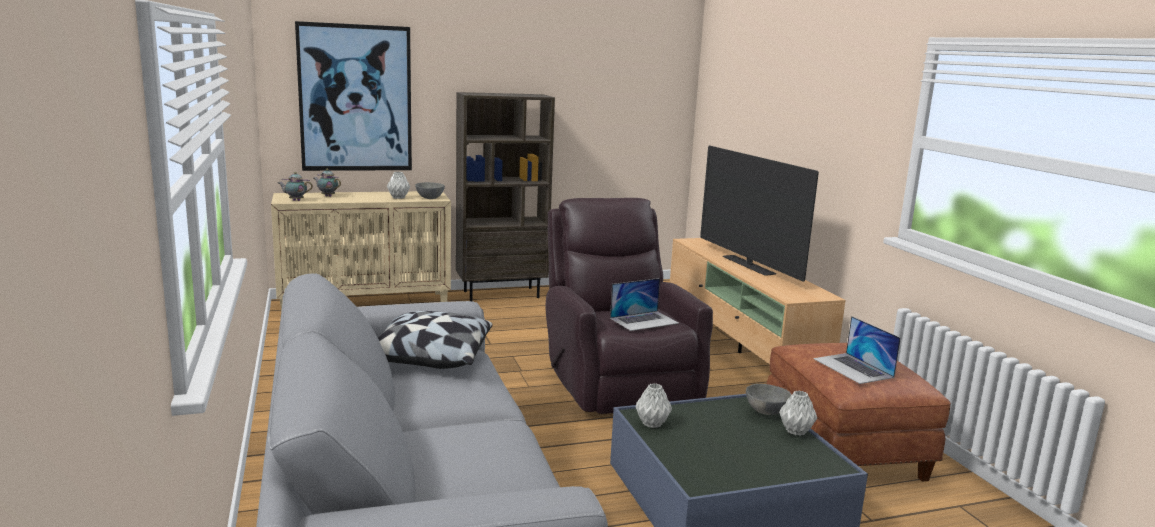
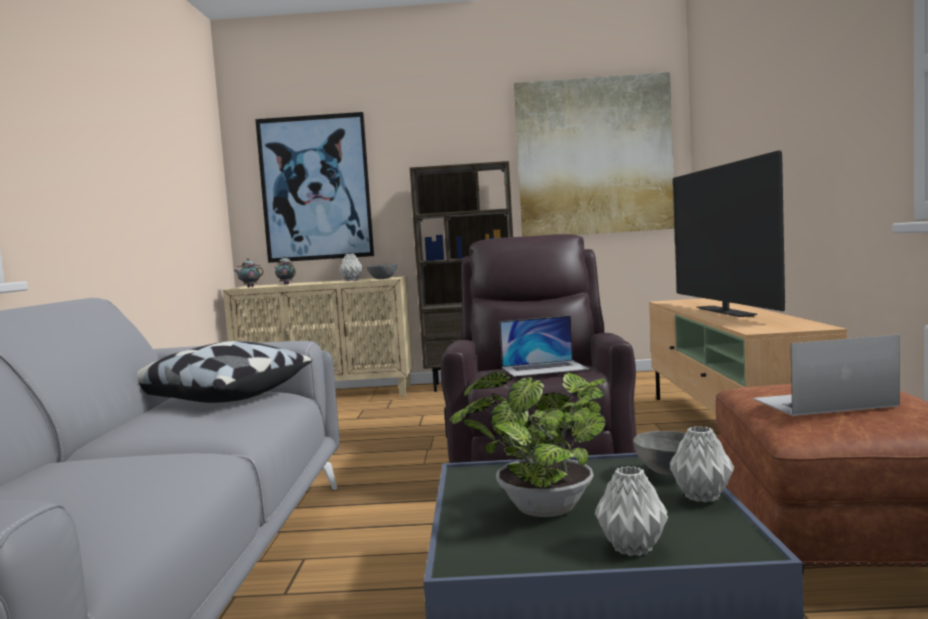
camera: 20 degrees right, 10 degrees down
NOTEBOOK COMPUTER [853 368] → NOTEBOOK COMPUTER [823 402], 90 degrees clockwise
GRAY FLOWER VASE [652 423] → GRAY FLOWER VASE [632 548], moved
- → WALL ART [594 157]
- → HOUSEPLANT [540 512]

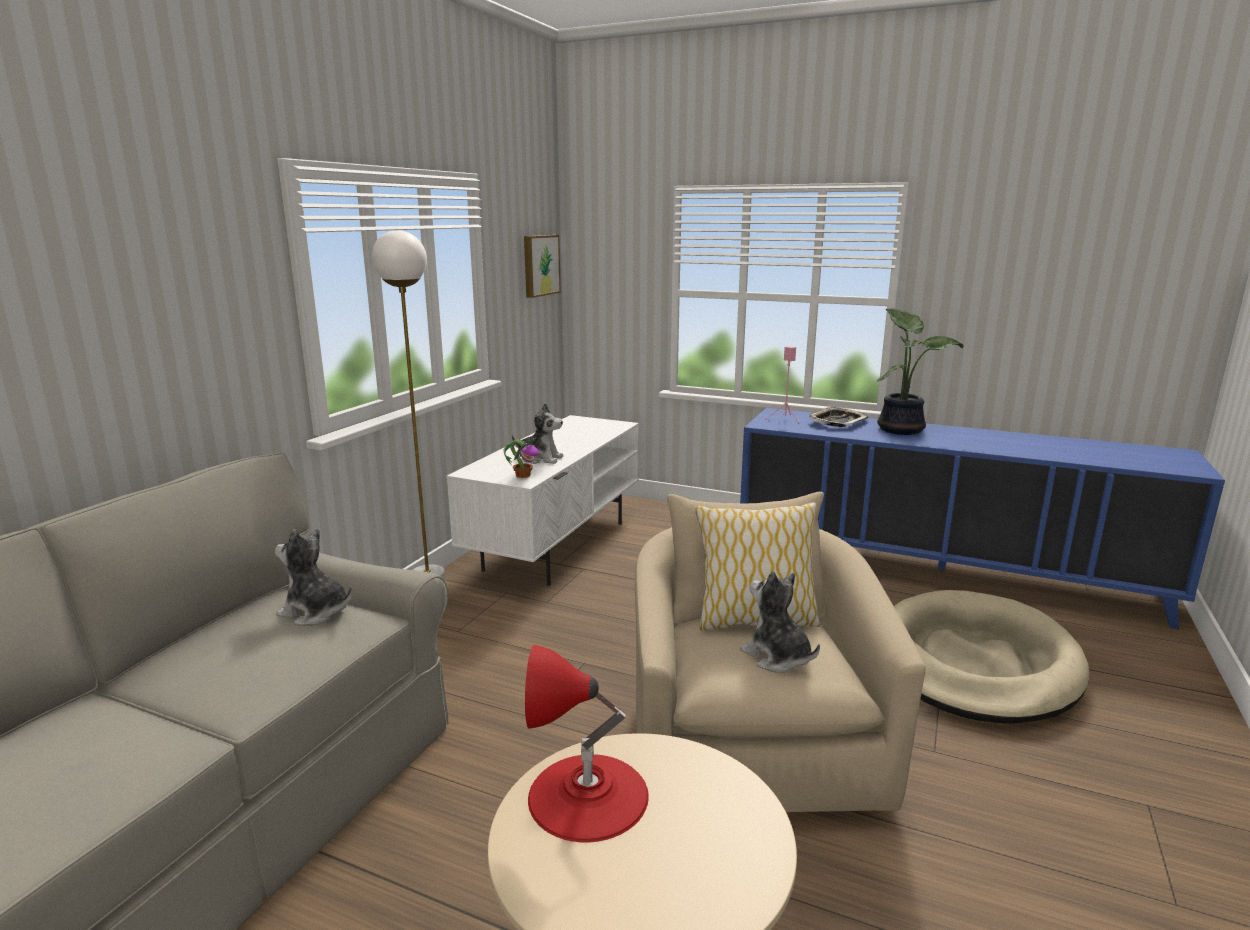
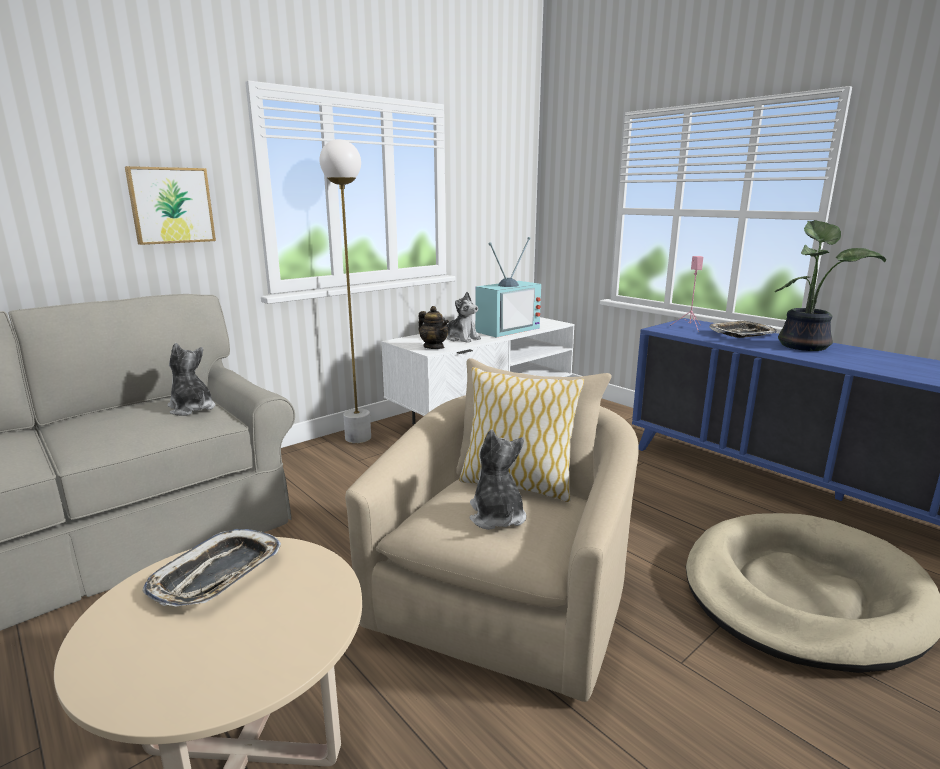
camera: 25 degrees right, 0 degrees up
WALL ART [540 265] → WALL ART [171 205], moved
HOUSEPLANT [523 475] → TEA POT [434 347]
RED LAMP FOR A TABLE [587 796] → TRAY [217 575]
- → TV [506 329]

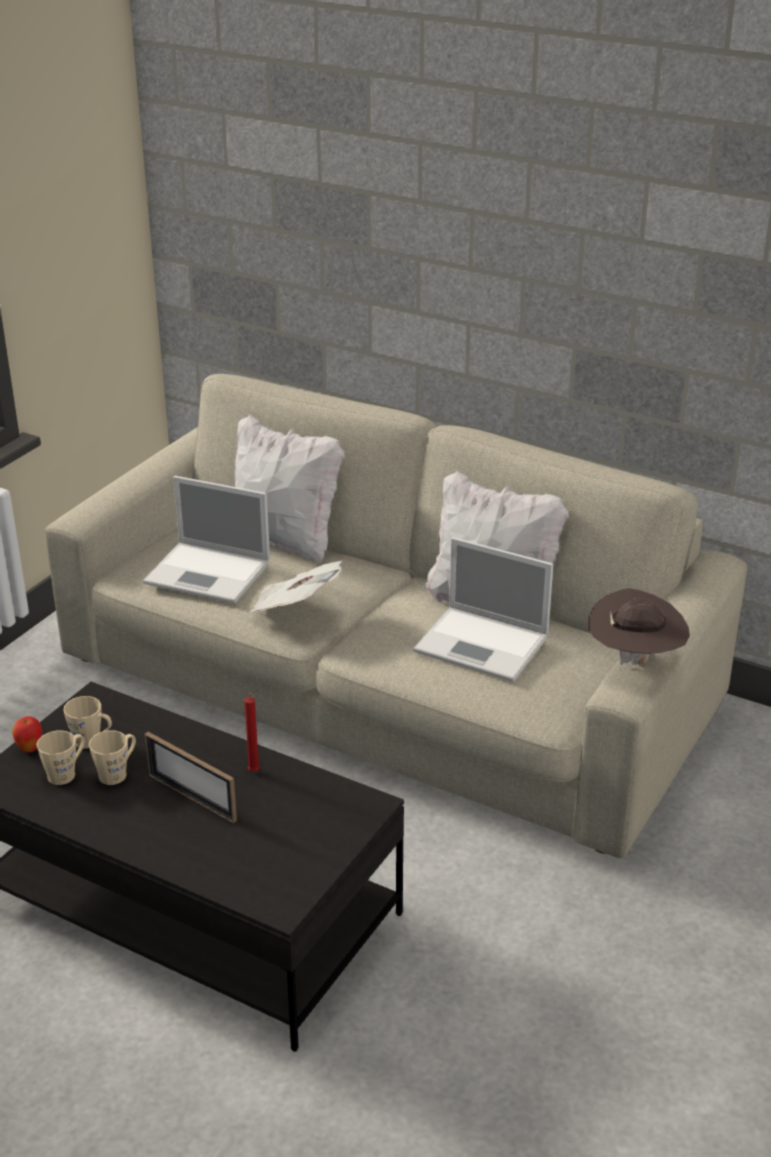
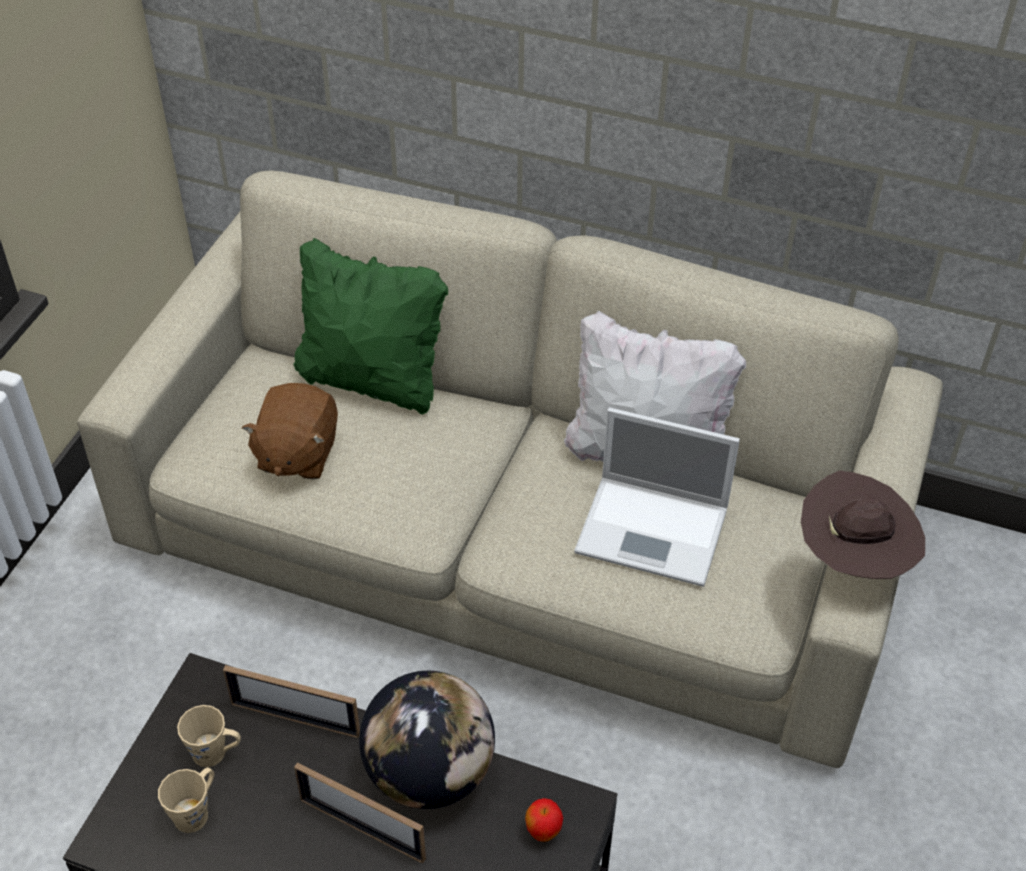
camera: 10 degrees left, 15 degrees up
WHITISH THROW PILLOW [284 540] → GREEN THROW PILLOW [372 381]
NOTEBOOK COMPUTER [210 573] → BROWN-COLOURED SOFT TOY [296 454]
NEWSPAPER [296 608] → -
RED WAX CANDLE [256 771] → DESK GLOBE [430 773]
WHOLE APPLE [30 749] → WHOLE APPLE [543 832], moved
SAND-COLOURED TEA MUG [117 773] → -
- → PICTURE FRAME [295 718]

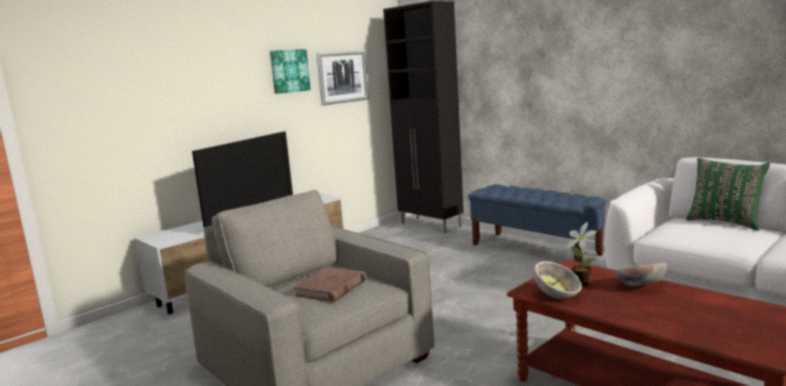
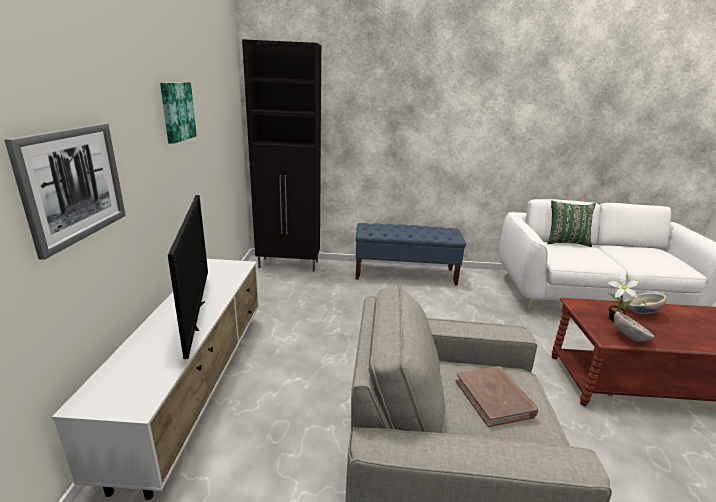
camera: 45 degrees left, 10 degrees up
WALL ART [342 77] → WALL ART [73 184], moved

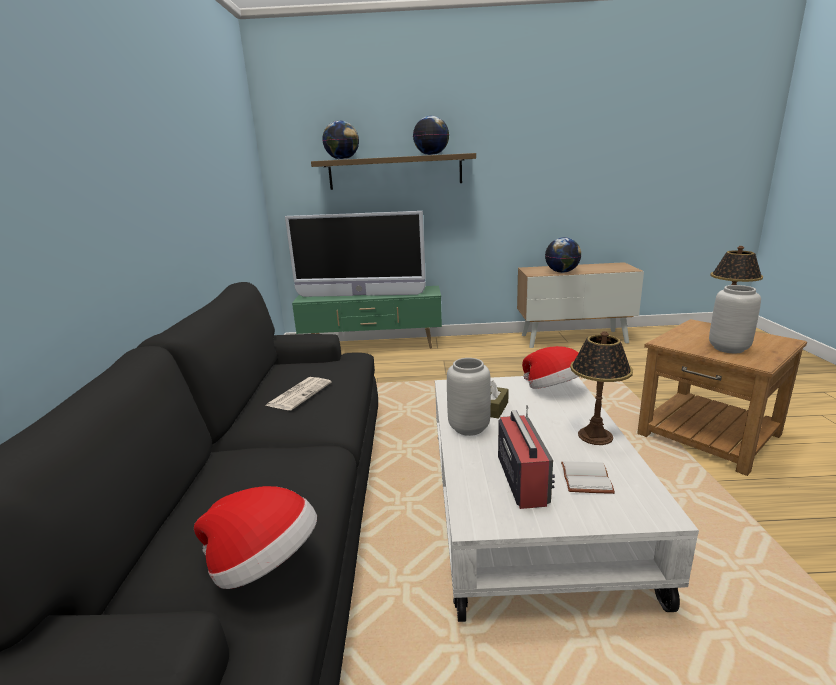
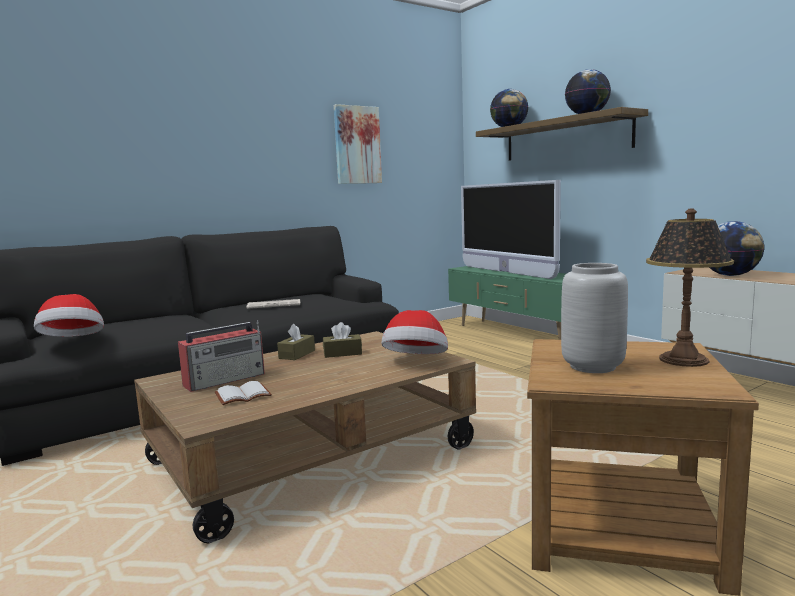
camera: 55 degrees right, 10 degrees down
LAMP FOR A TABLE [594 436] → -
GRAY FLOWER VASE [470 428] → BROWN-COLOURED TISSUE HOLDER [297 354]
WHITISH COFFEE TABLE [526 508] → BROWN-COLOURED COFFEE TABLE [312 455]
- → WALL ART [357 145]

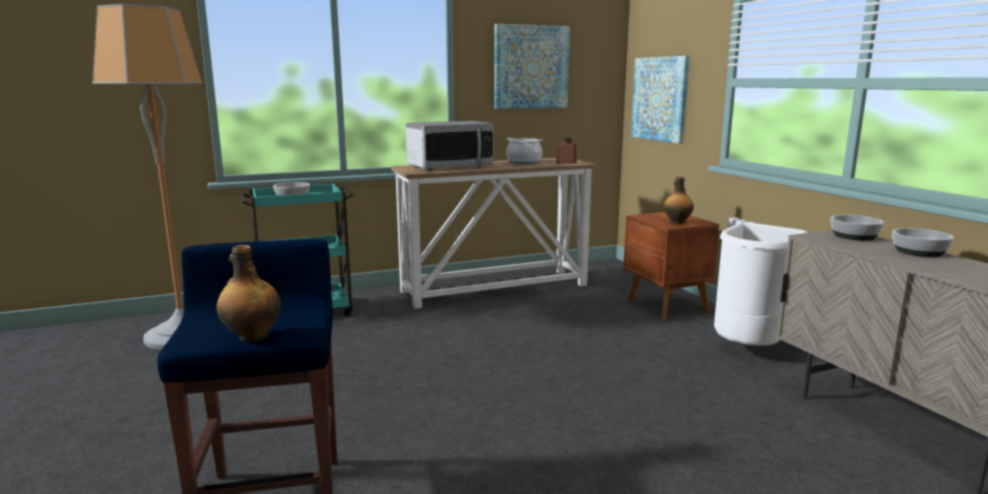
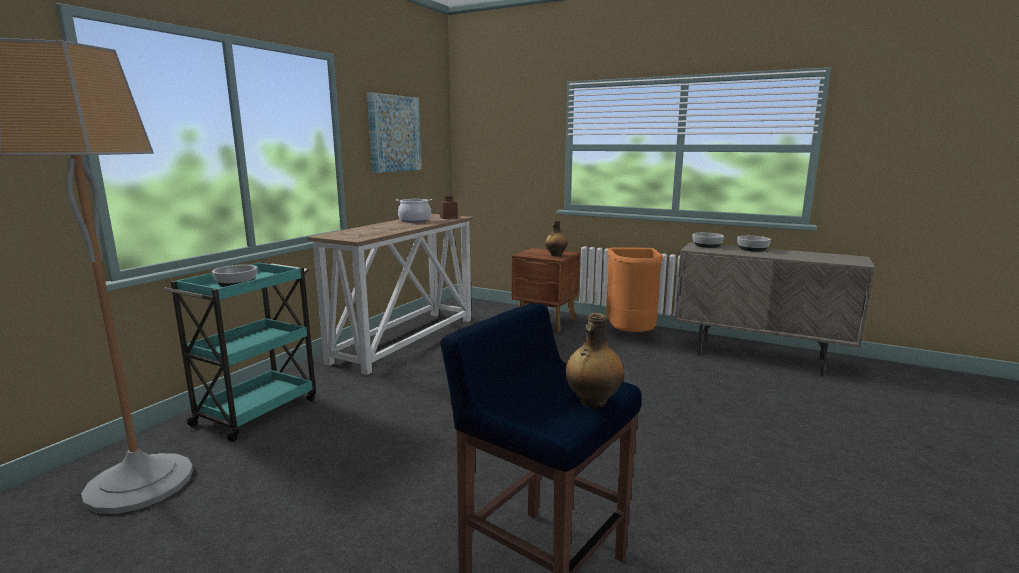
camera: 40 degrees left, 0 degrees up
WALL ART [660 99] → -
MICROWAVE OVEN [450 166] → -
WHITISH RUBBISH BIN [750 348] → ORANGE-COLOURED RUBBISH BIN [631 335]

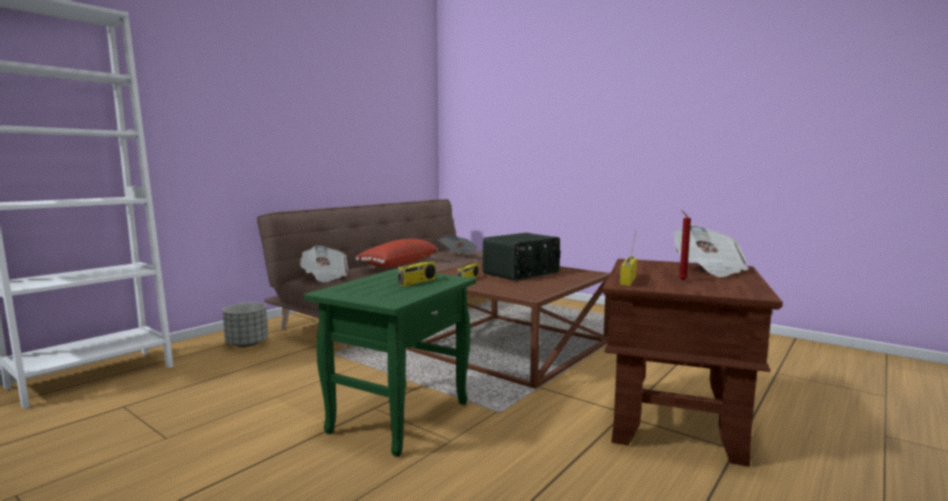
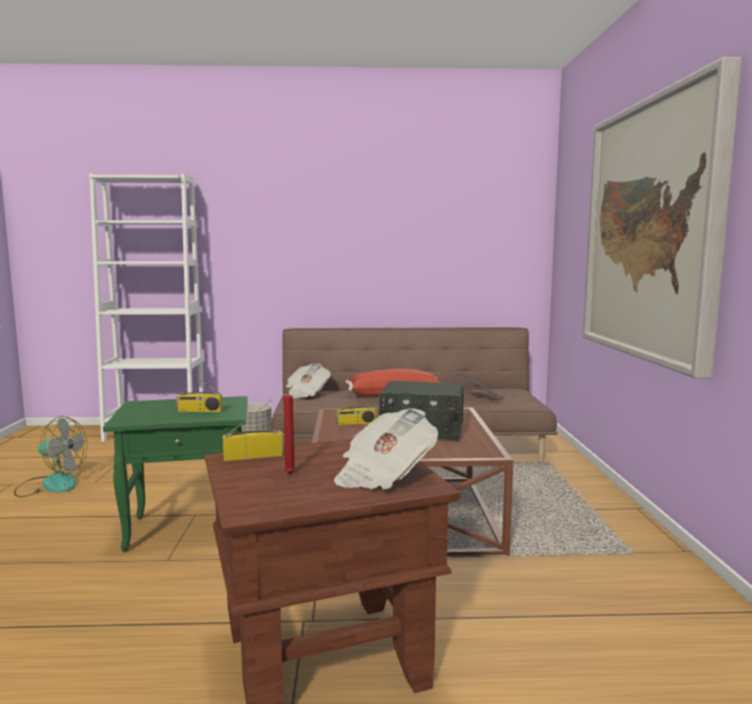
camera: 50 degrees right, 0 degrees up
- → WALL ART [650 230]
- → FAN [51 484]

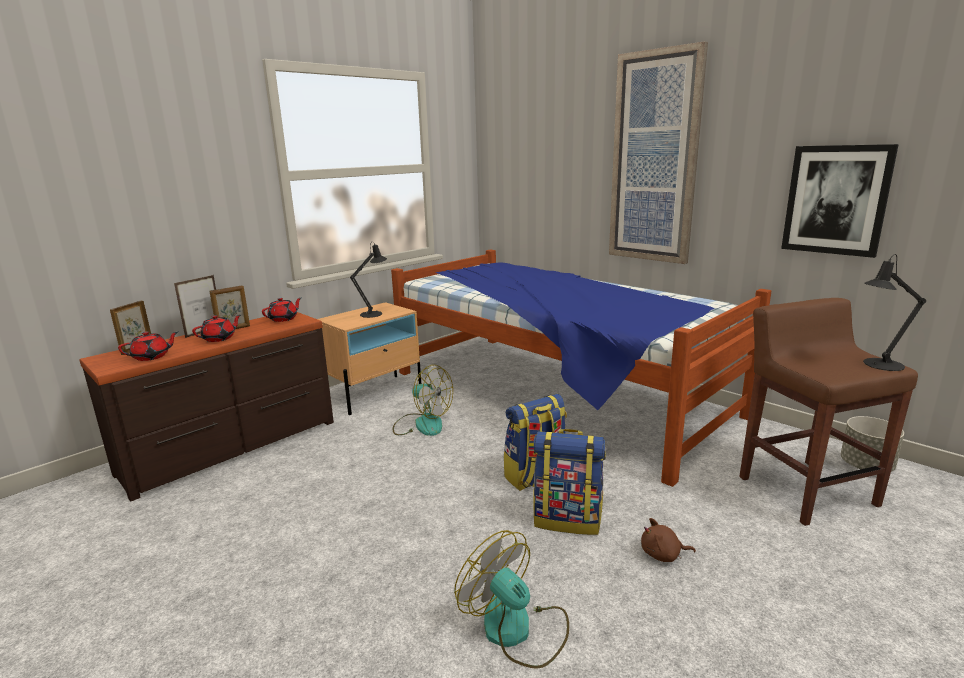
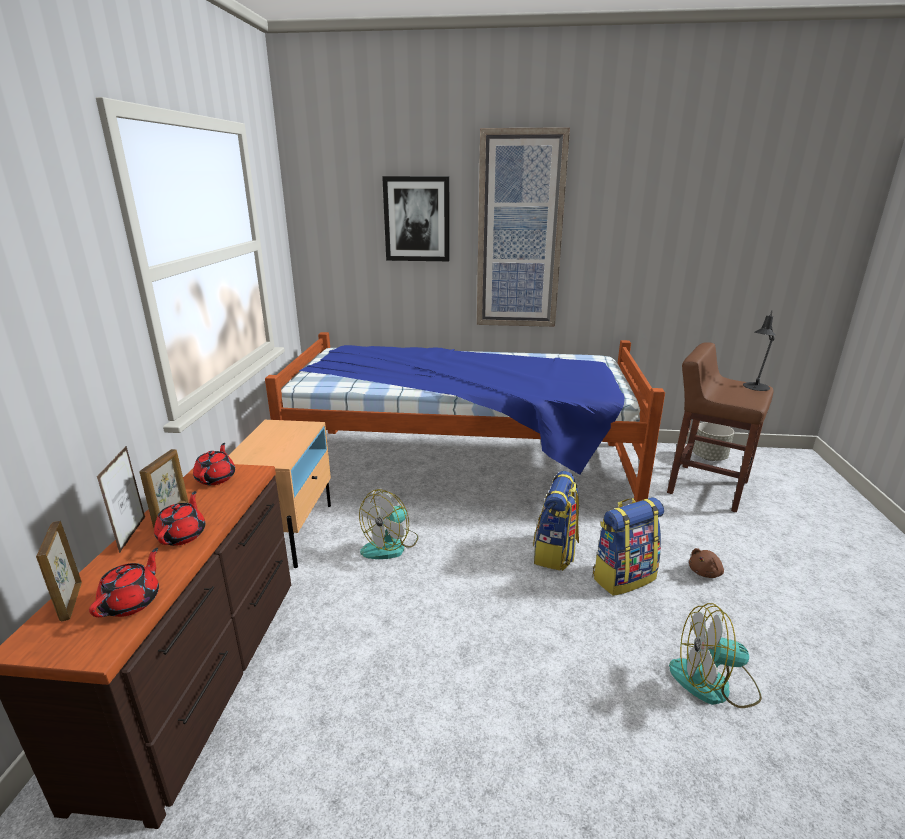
camera: 40 degrees left, 5 degrees up
WALL ART [836 200] → WALL ART [417 219], moved
BLACKISH LAMP FOR A TABLE [374 313] → -
FAN [422 424] → FAN [390 545], 135 degrees clockwise

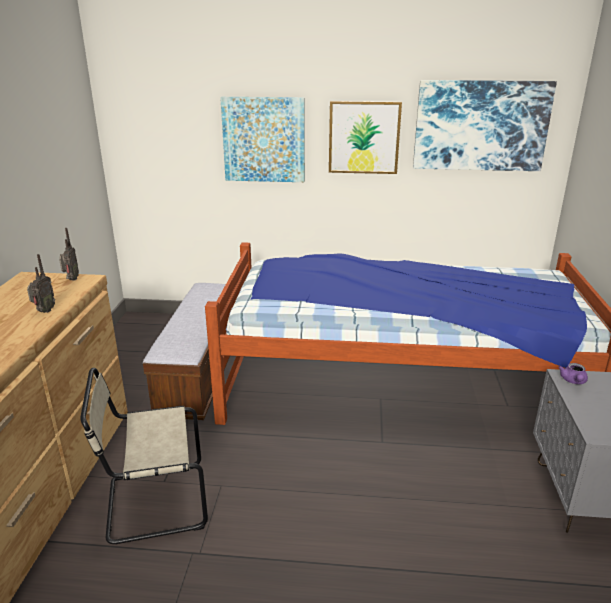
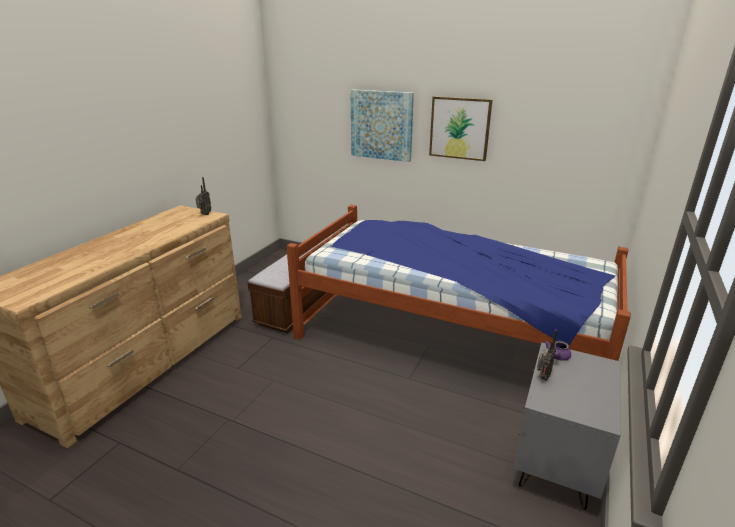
camera: 20 degrees right, 0 degrees up
WALL ART [480 126] → -
RADIO RECEIVER [44 311] → RADIO RECEIVER [542 378], moved
SAND-COLOURED CHAIR [152 503] → -

